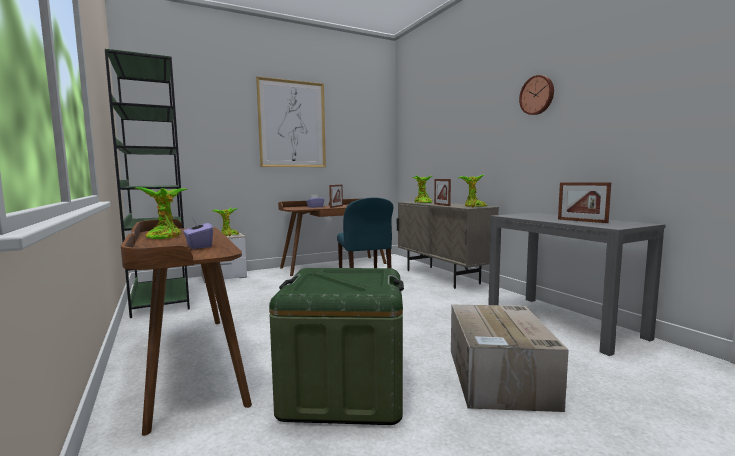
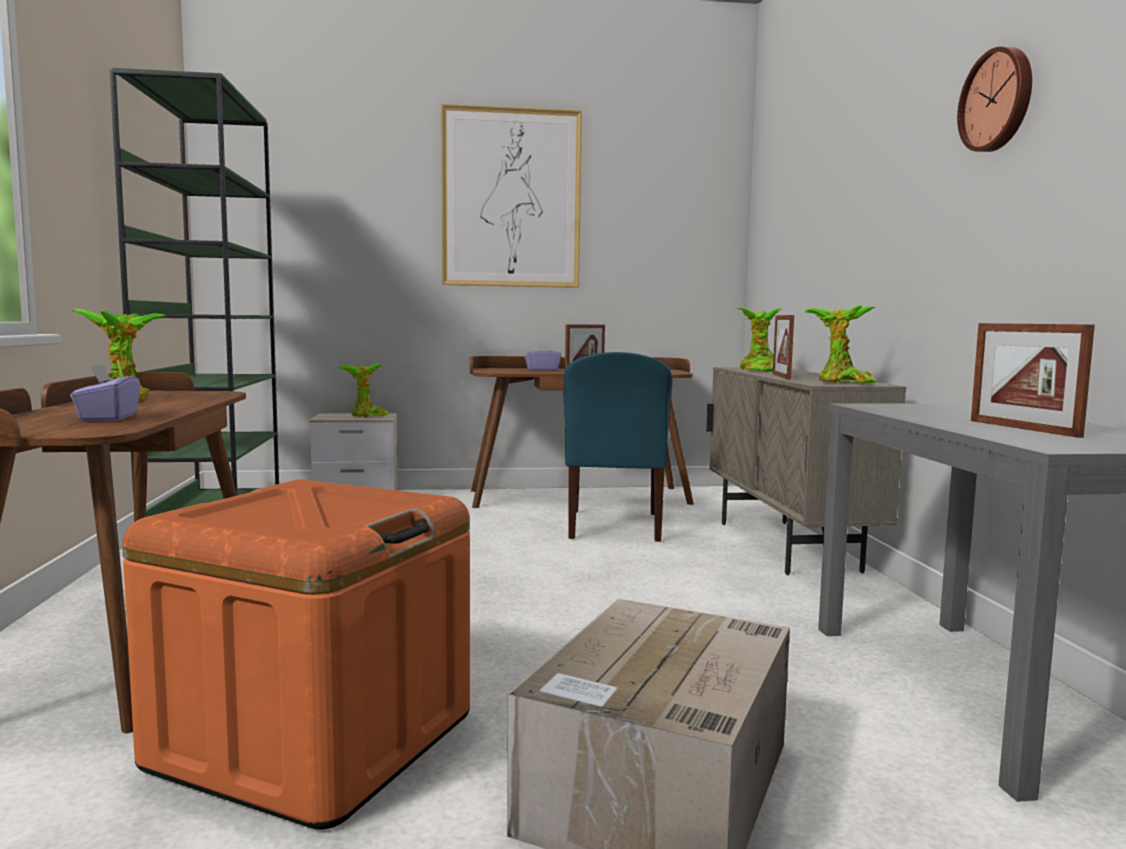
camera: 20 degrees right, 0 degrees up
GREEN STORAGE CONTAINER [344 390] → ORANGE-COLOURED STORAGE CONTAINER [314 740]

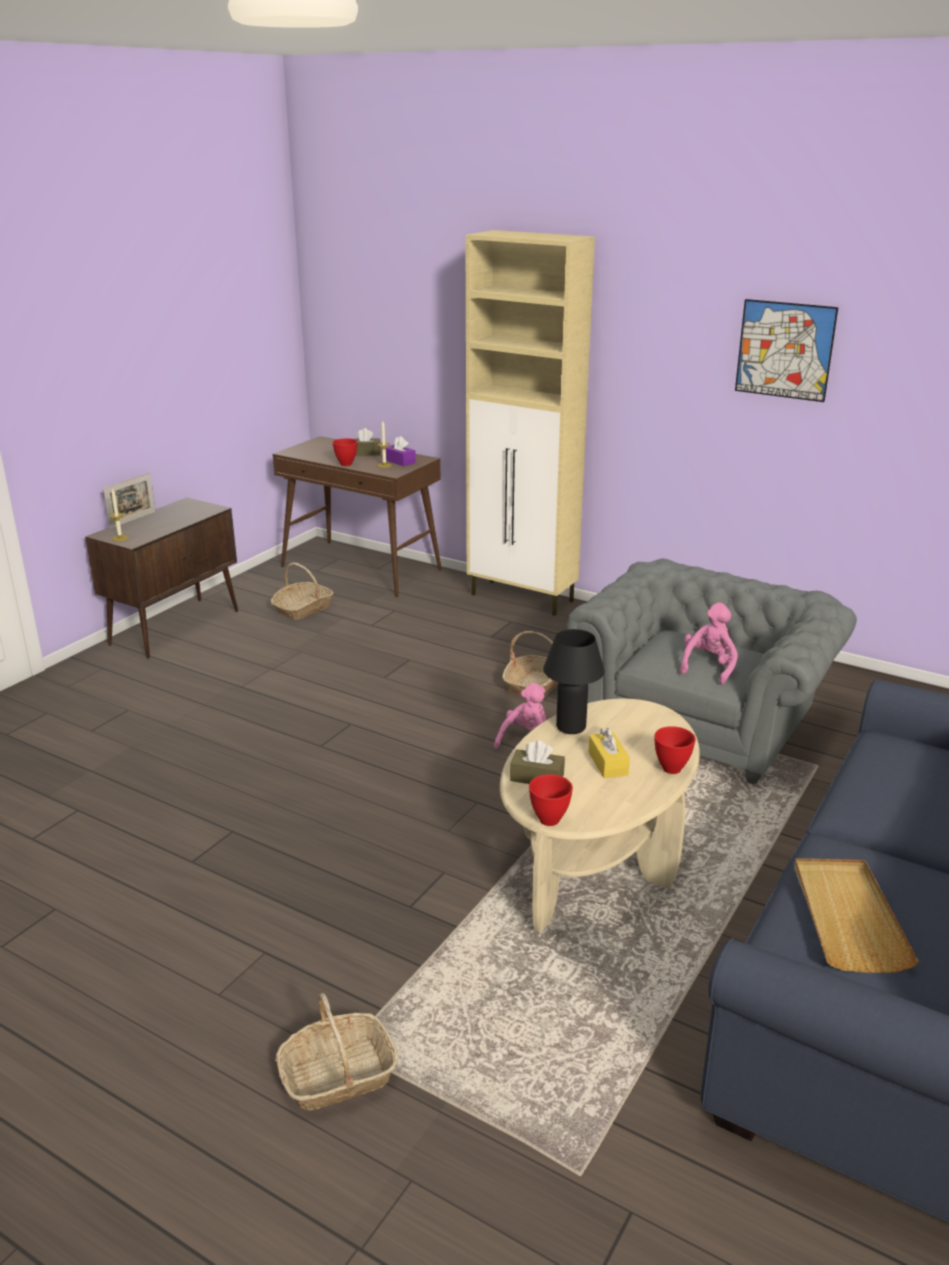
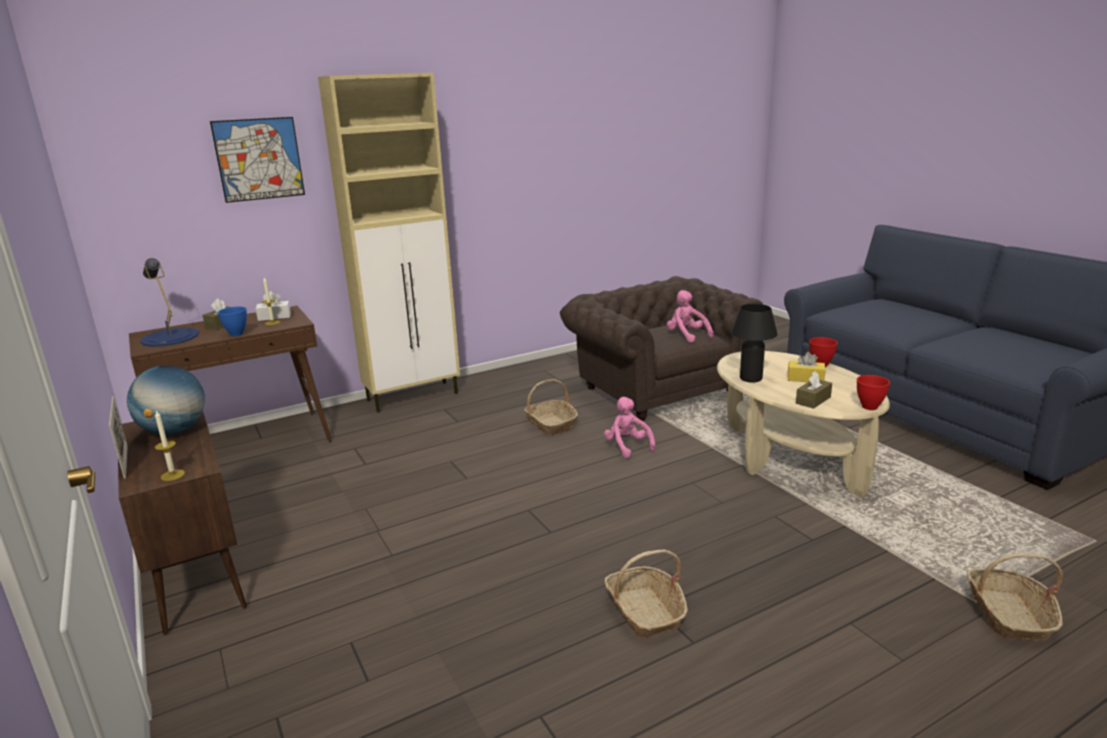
camera: 60 degrees left, 5 degrees down
WALL ART [785 350] → WALL ART [259 159], moved
PURPLE TISSUE HOLDER [400 461] → WHITISH TISSUE HOLDER [274 317]
RED BOWL [346 464] → BLUISH BOWL [236 334]
GRAY ARMCHAIR [703 725] → BROWN-COLOURED ARMCHAIR [657 389]
BASKET [303 609] → BASKET [645 611], moved
SAND-COLOURED TRAY [847 917] → -
- → BLUISH LAMP FOR A TABLE [170 337]
- → DESK GLOBE [174 431]

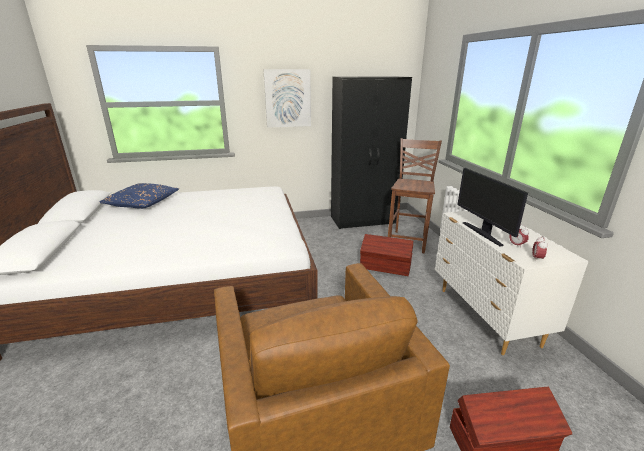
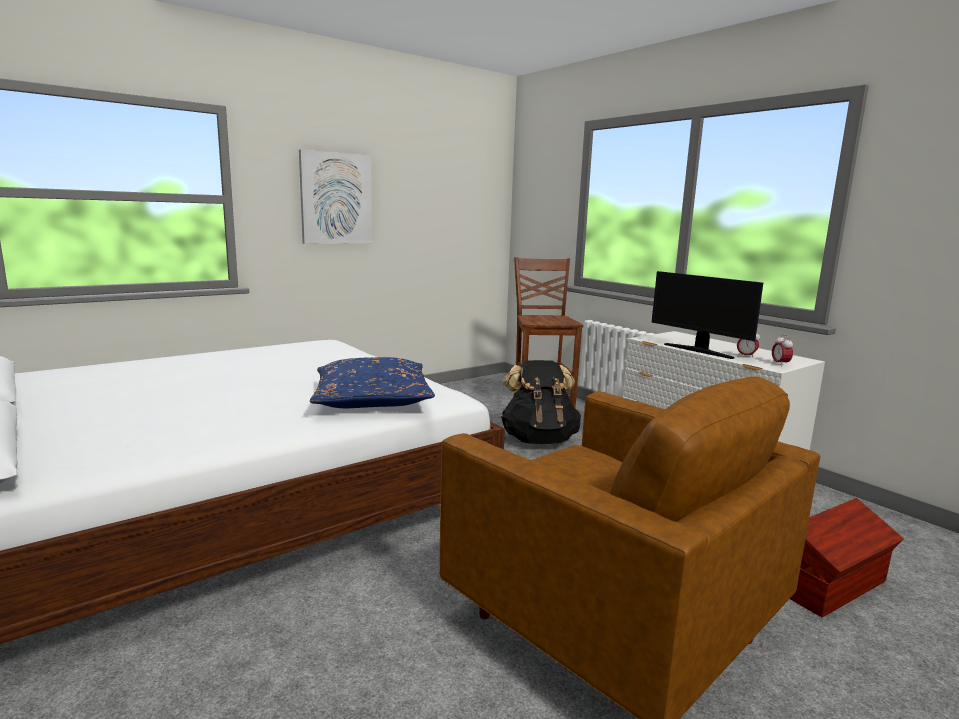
camera: 25 degrees left, 10 degrees down
BLACKISH CLOTHES CUPBOARD [364 220] → -
BLUISH THROW PILLOW [142 203] → BLUISH THROW PILLOW [372 399], moved
BROWN-COLOURED STORAGE CONTAINER [385 267] → BLACKISH KNAPSACK [539 440]

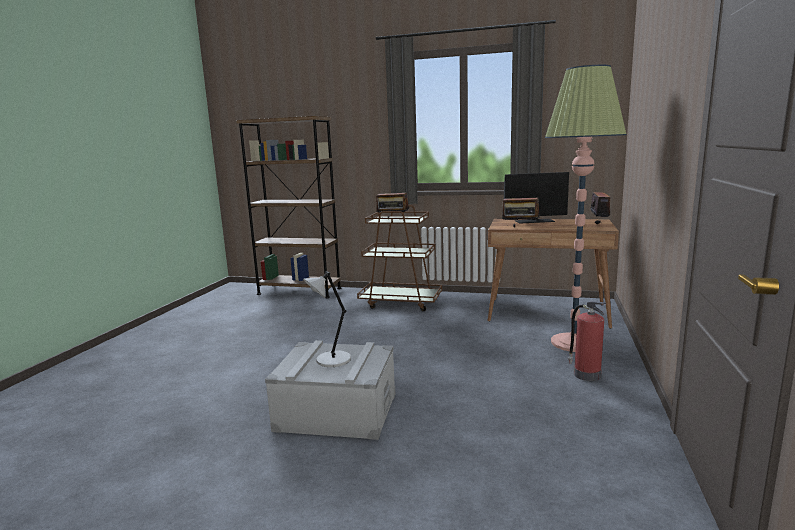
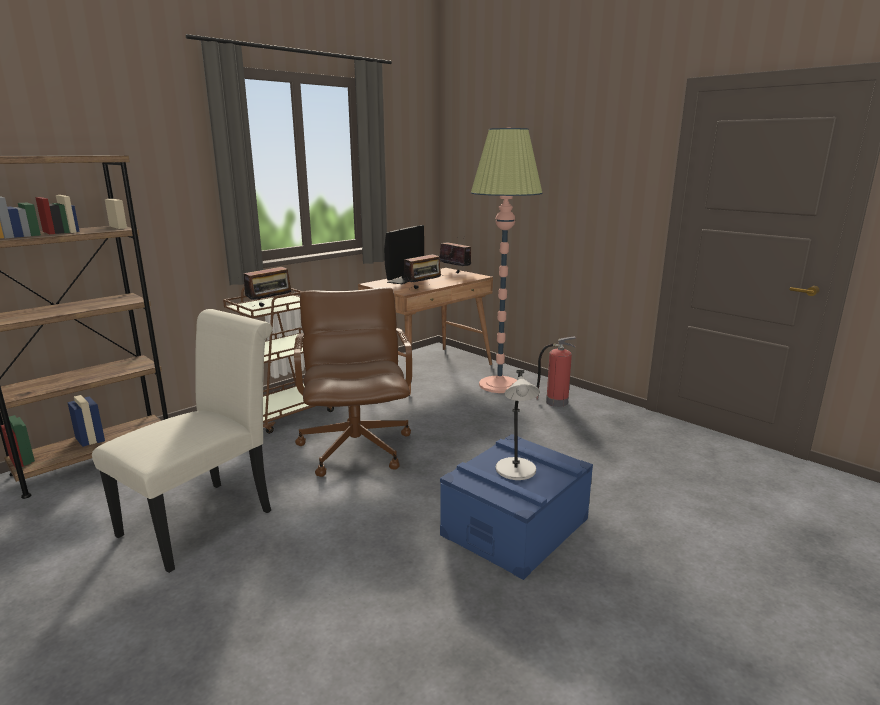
camera: 60 degrees left, 5 degrees up
GRAY STORAGE CONTAINER [336 412] → BLUISH STORAGE CONTAINER [515 527]
- → BROWN-COLOURED OFFICE CHAIR [357 448]
- → WHITISH CHAIR [205 518]

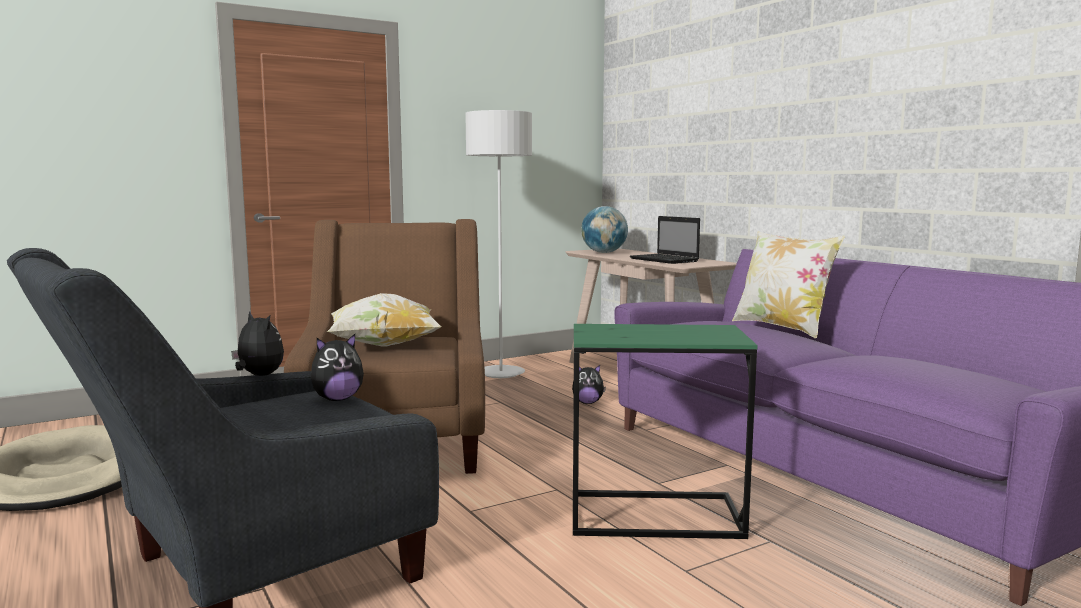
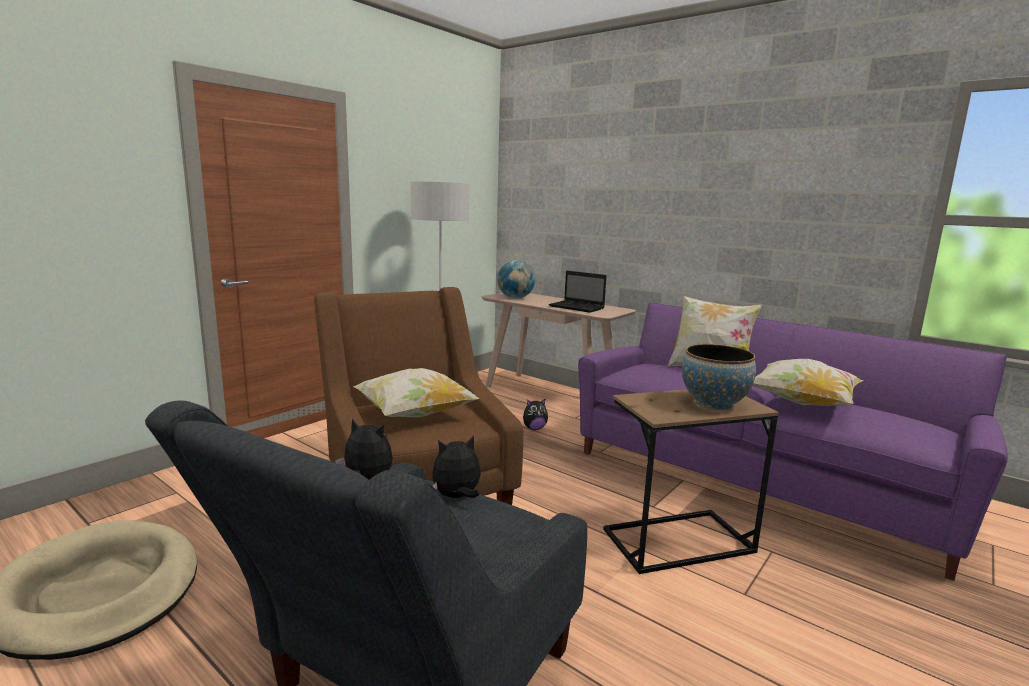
camera: 20 degrees left, 5 degrees up
GREEN ACCENT TABLE [654 515] → BROWN-COLOURED ACCENT TABLE [678 541]
SOFT TOY [337 399] → SOFT TOY [457 497], 150 degrees counterclockwise
- → BOWL [713 404]
- → THROW PILLOW [802 403]

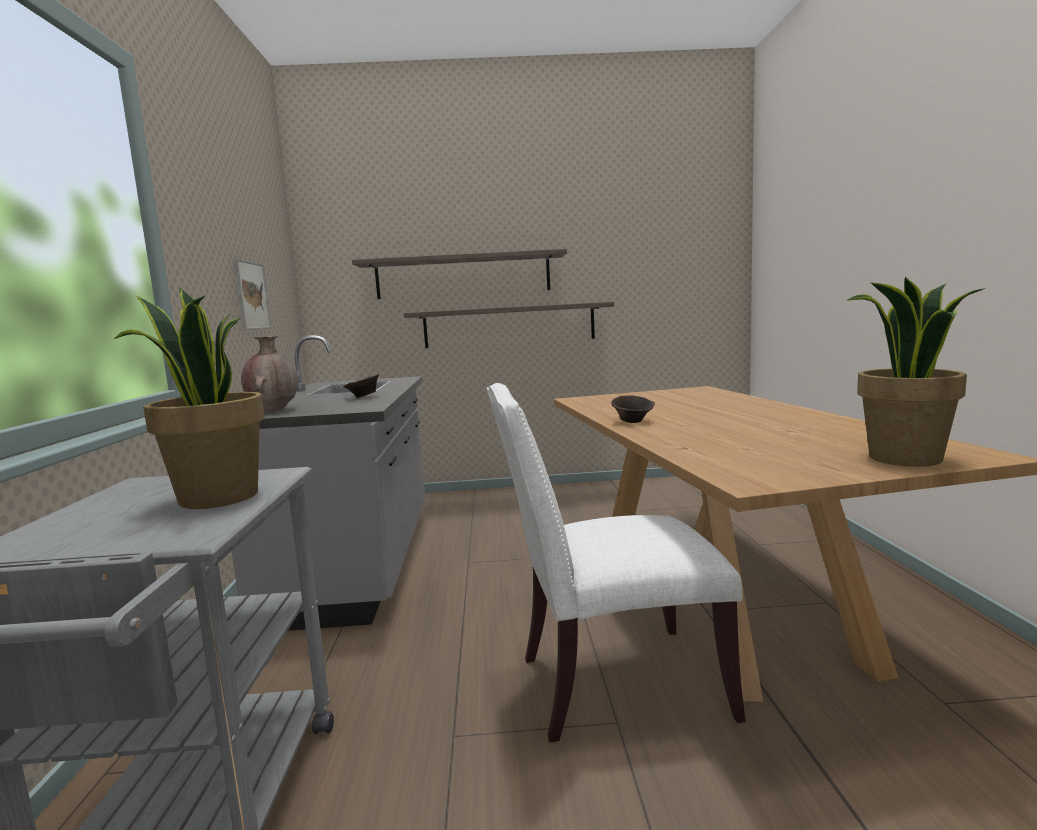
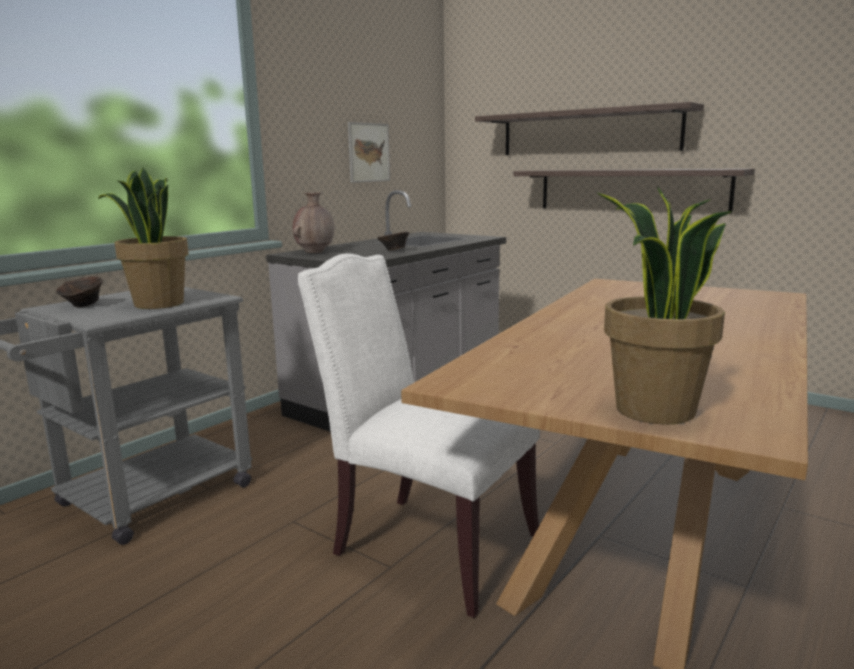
camera: 40 degrees right, 5 degrees up
BROWN-COLOURED BOWL [633 421] → BROWN-COLOURED BOWL [83 305], moved

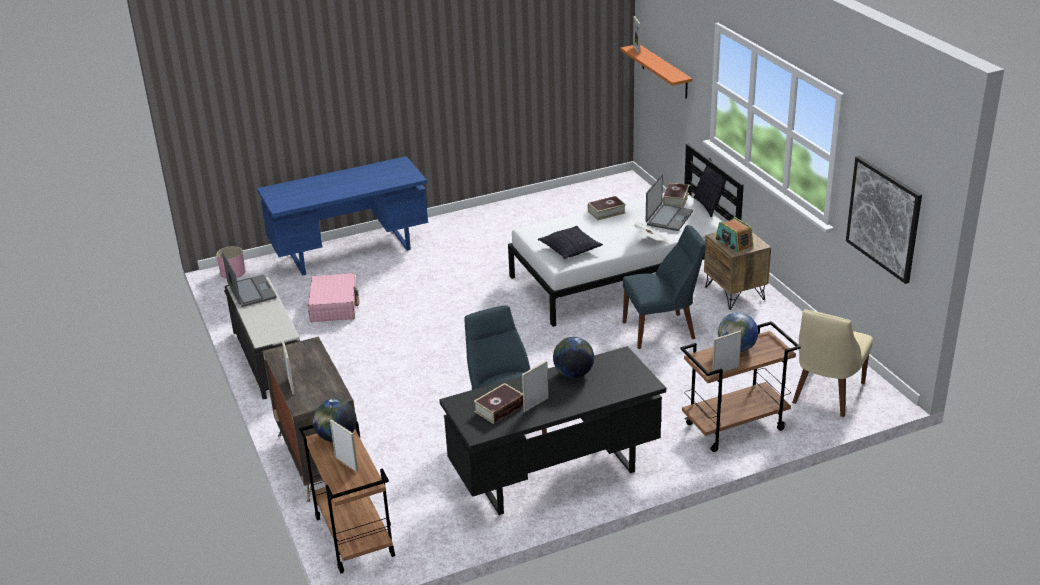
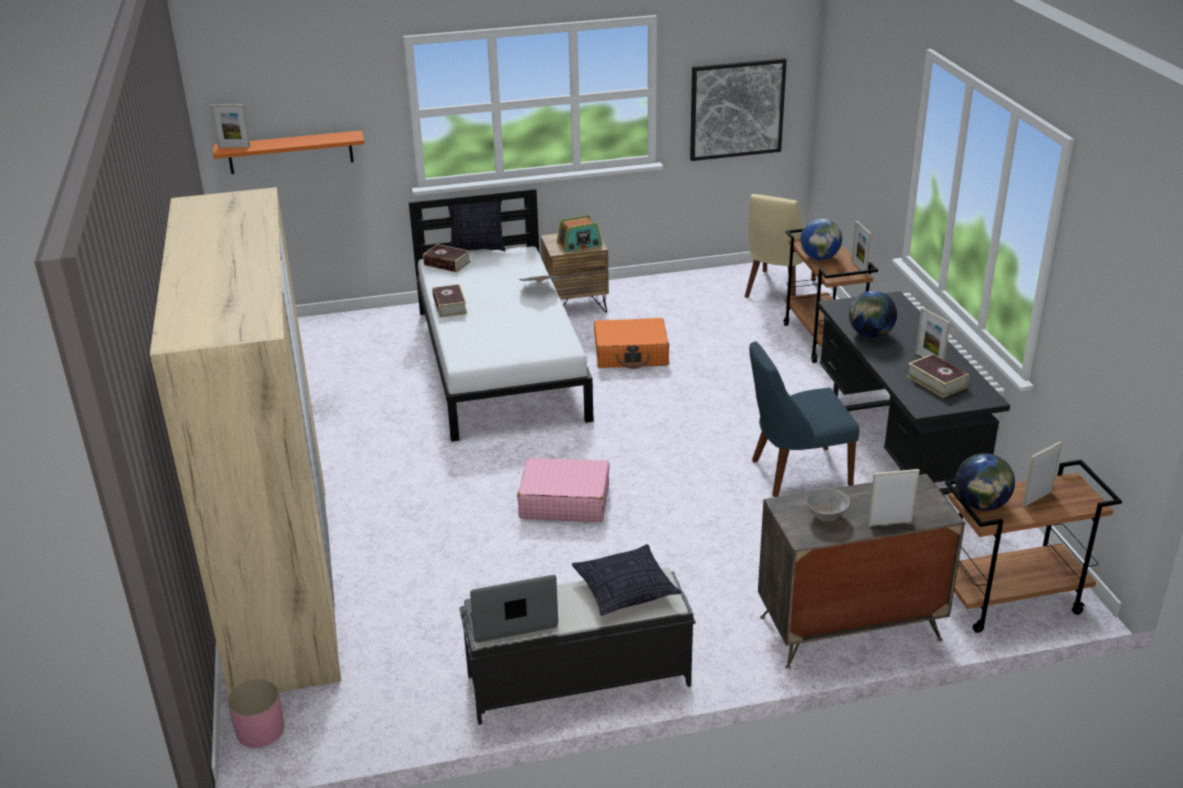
camera: 80 degrees left, 0 degrees up
BLUISH DESK UNIT [351 251] → SAND-COLOURED CLOTHES CUPBOARD [282 582]
NOTEBOOK COMPUTER [668 218] → -
BLUISH CHAIR [662 330] → ORANGE-COLOURED TRAVEL CASE [631 354]
THROW PILLOW [570 249] → THROW PILLOW [625 590], moved
PINK-COLOURED TRAVEL CASE [334 306] → PINK-COLOURED TRAVEL CASE [564 502], moved
SAND-COLOURED CHAIR [826 394] → SAND-COLOURED CHAIR [778 290], 75 degrees clockwise
- → GRAY BOWL [826 515]

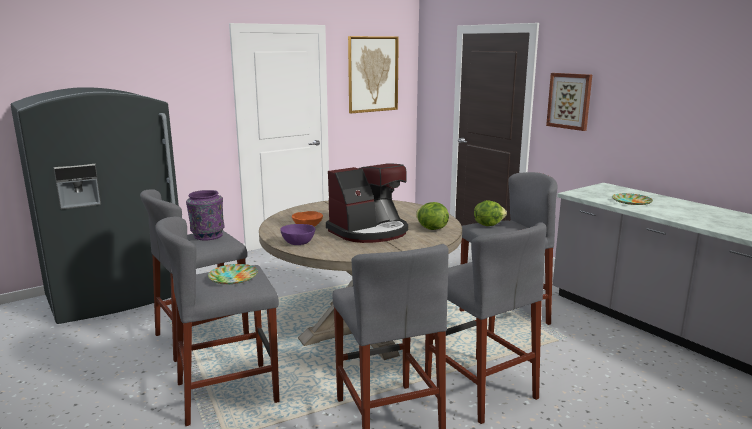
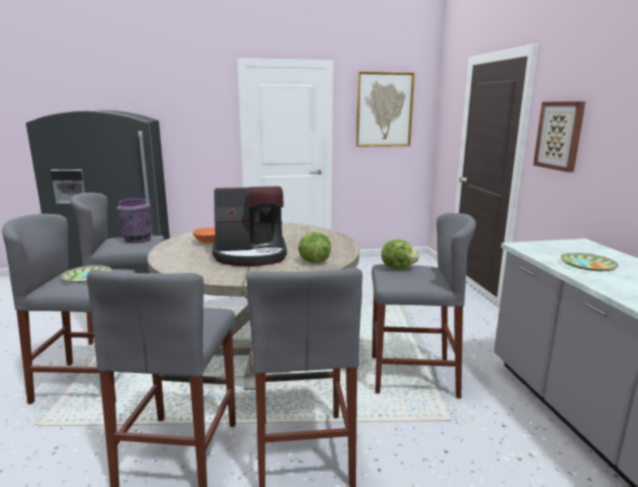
camera: 25 degrees right, 0 degrees up
PURPLE BOWL [297 243] → -

